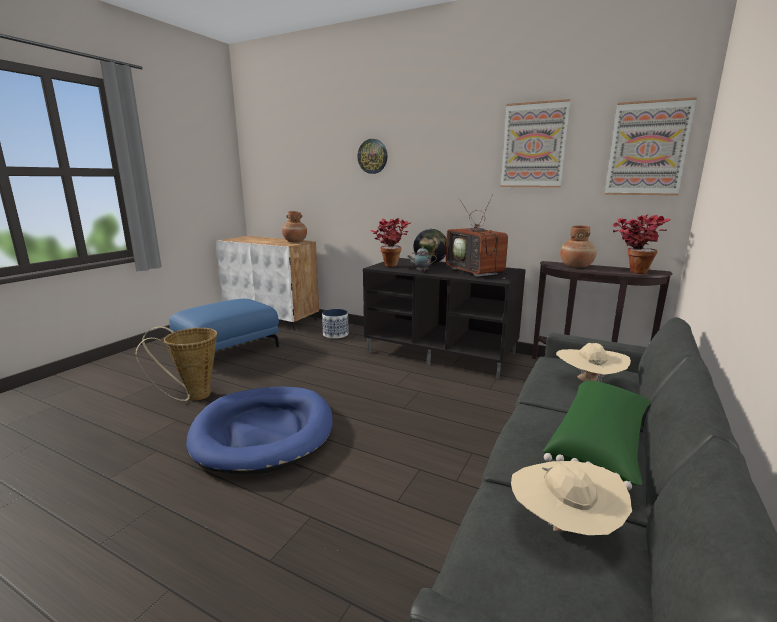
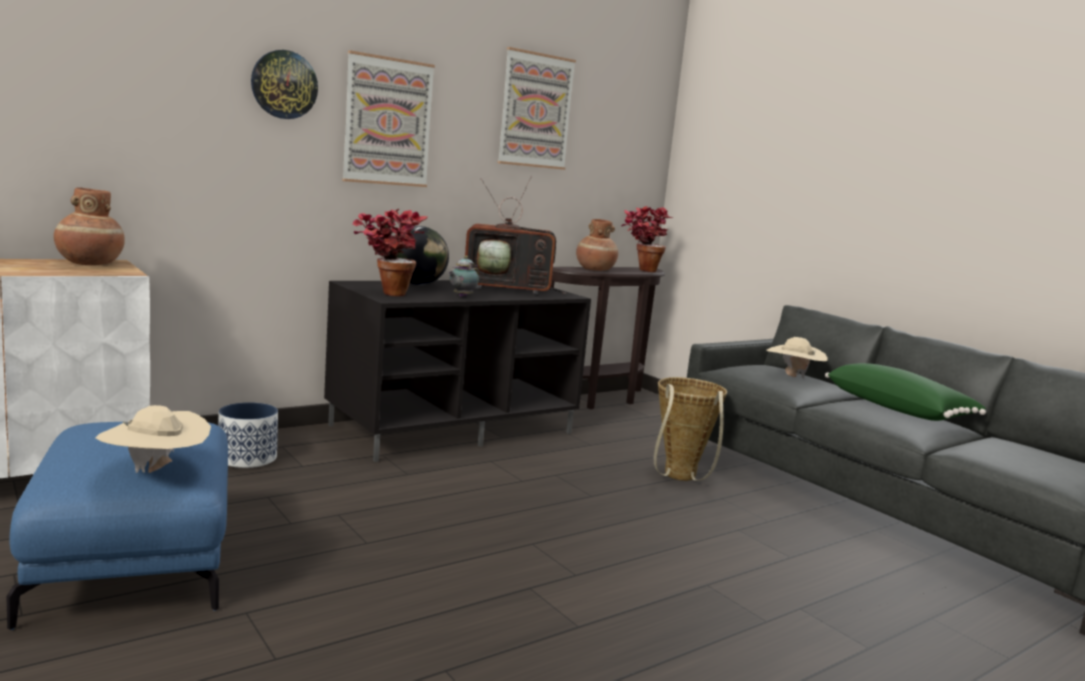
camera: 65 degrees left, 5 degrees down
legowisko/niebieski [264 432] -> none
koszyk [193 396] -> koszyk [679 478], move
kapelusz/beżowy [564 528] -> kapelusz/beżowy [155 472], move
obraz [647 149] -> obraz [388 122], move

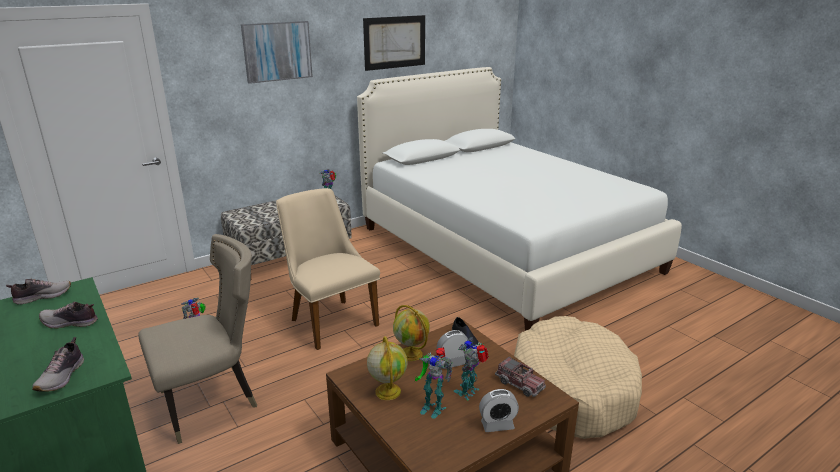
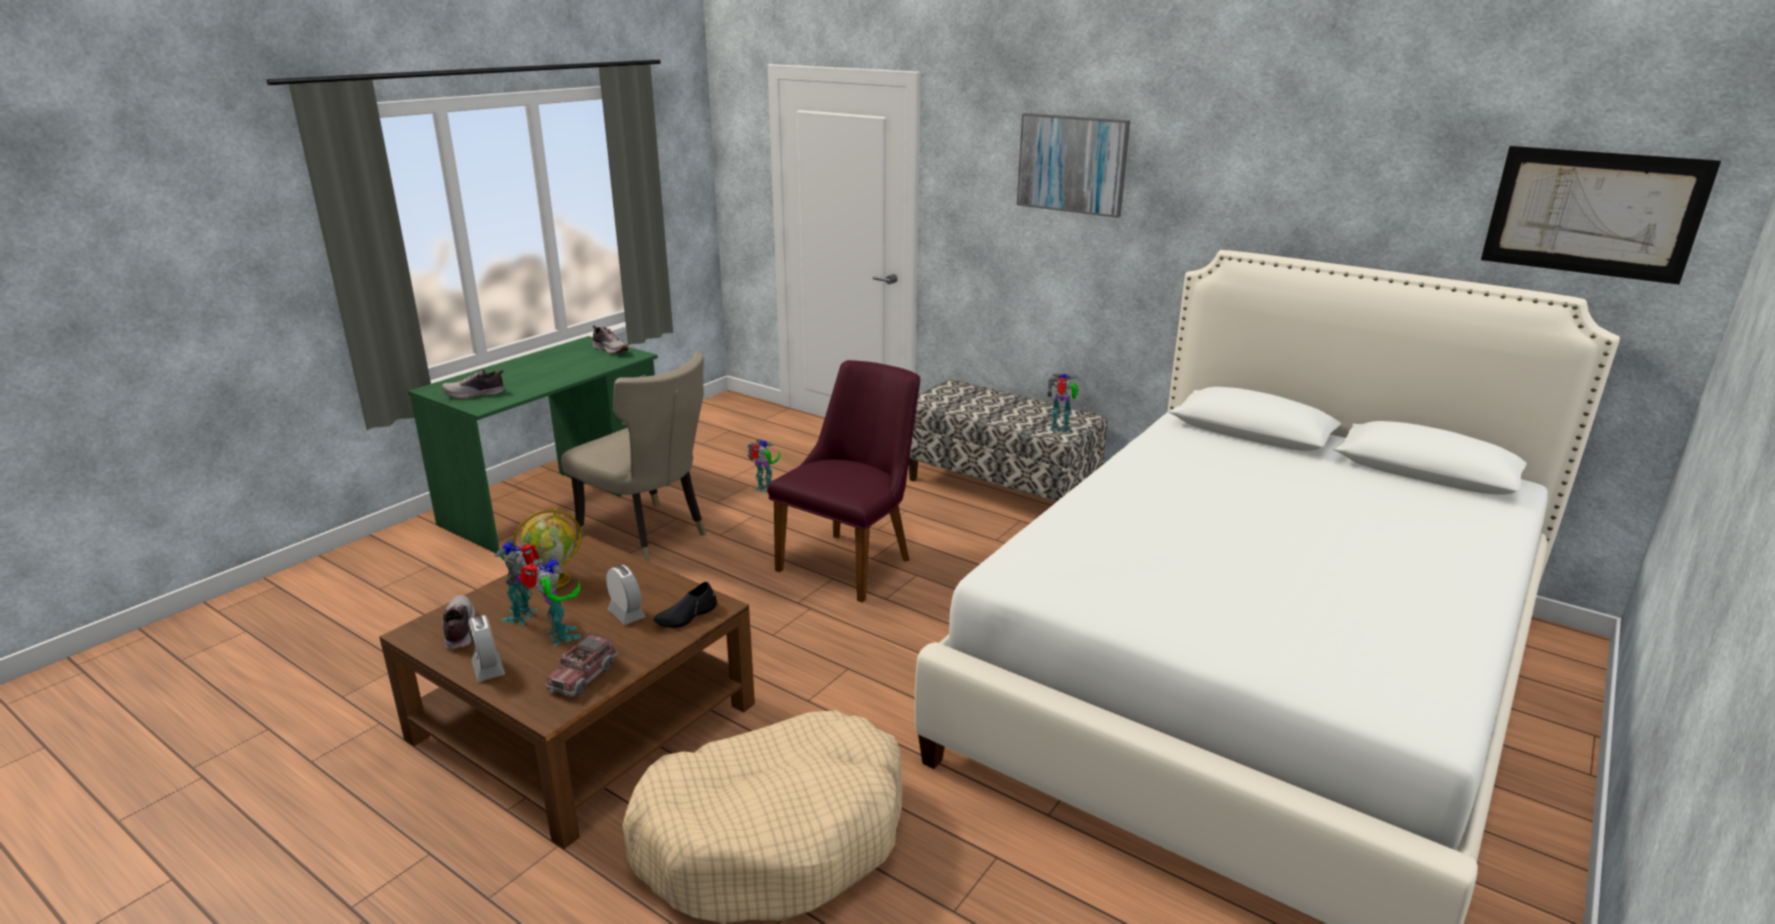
camera: 70 degrees right, 0 degrees up
globus [411 354] -> none
but [70 323] -> but [458 630], move
obraz [395 42] -> obraz [1592 213], move
krzesło/beżowy [329 319] -> krzesło/fioletowy [853 560]
robot zabawkowy [469 391] -> robot zabawkowy [559 637], 45 degrees clockwise

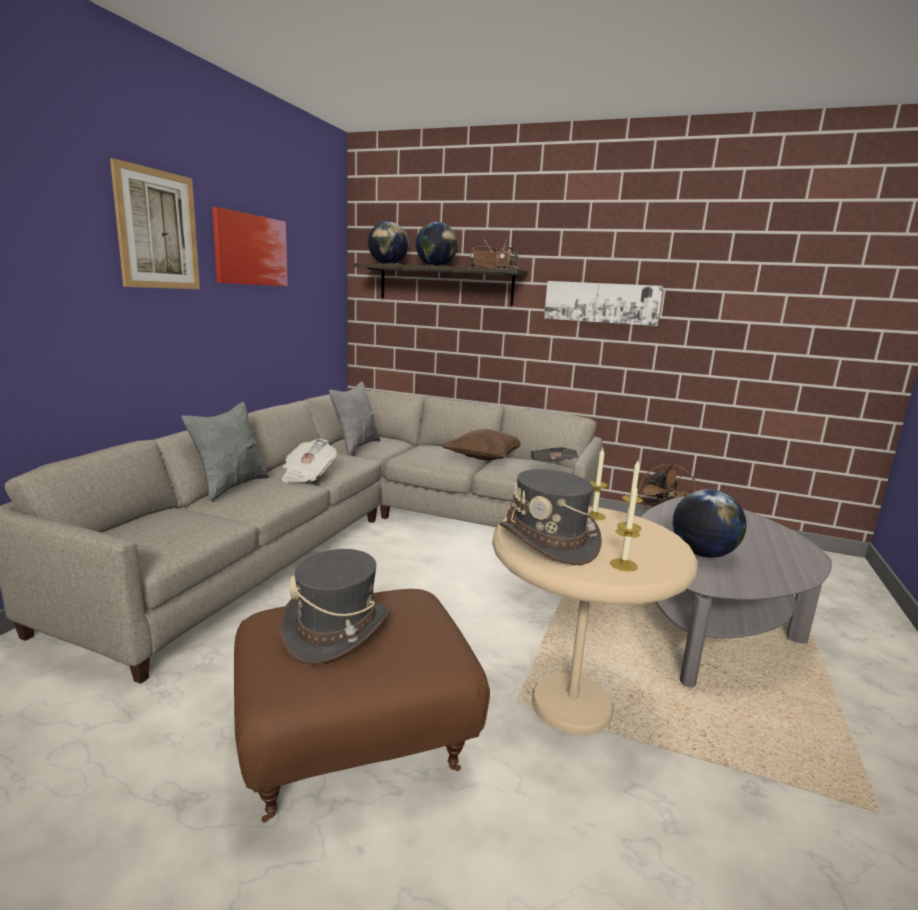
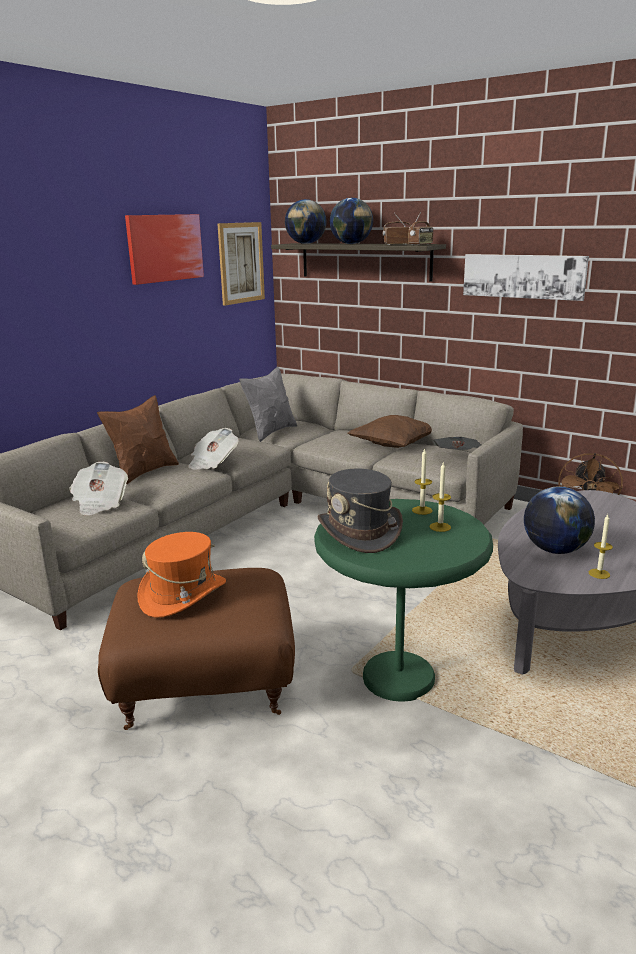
camera: 15 degrees right, 5 degrees up
none -> gazeta [99 503]
obraz [157 230] -> obraz [241 263], move
świeca [623 565] -> świeca [599 574], move
poduszka/szary [230 487] -> poduszka/brązowy [144 472]
kapelusz/szary [337 629] -> kapelusz/pomarańczowy [183 595]
stolik/beżowy [571 705] -> stolik/zielony [398 678]

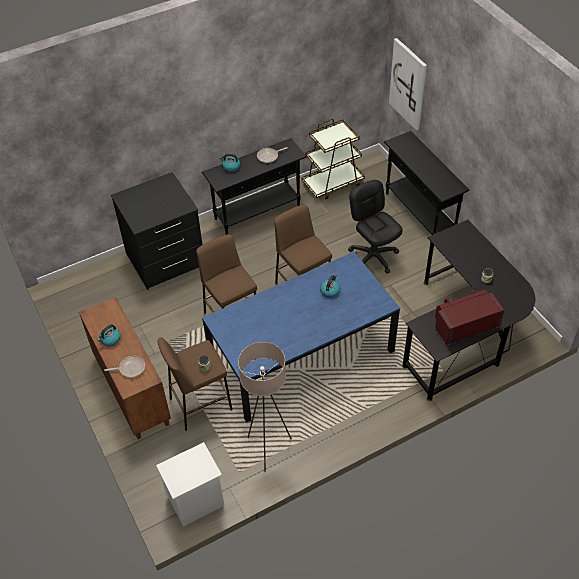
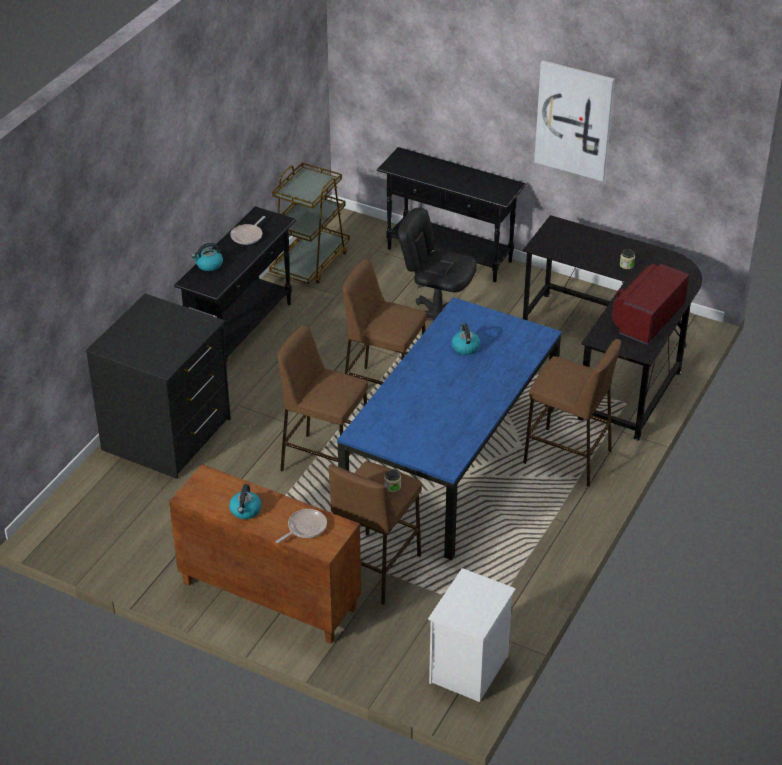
camera: 35 degrees left, 10 degrees down
lampa stojąca/beżowy [268 449] -> none
none -> stołek/brązowy [568 457]
obraz [408 84] -> obraz [574 120], move

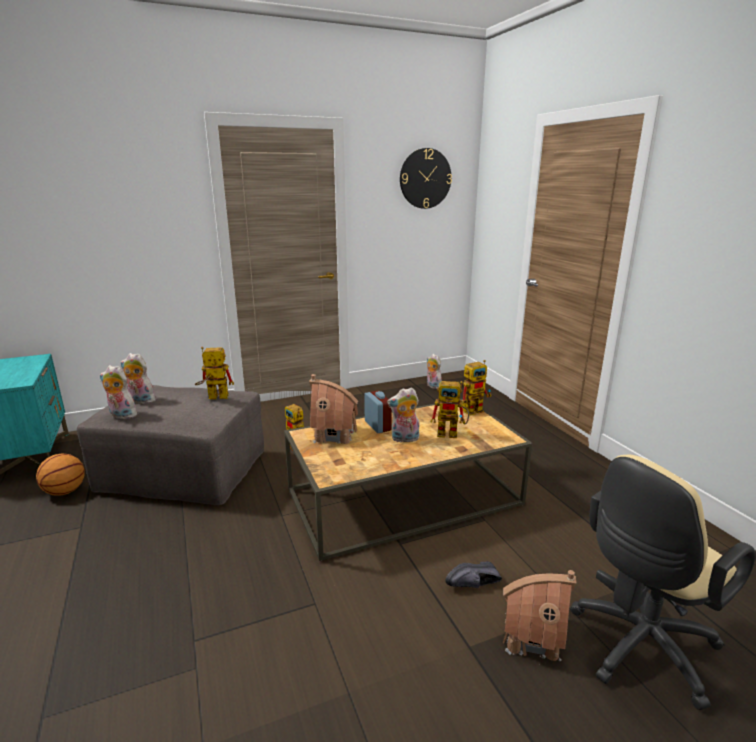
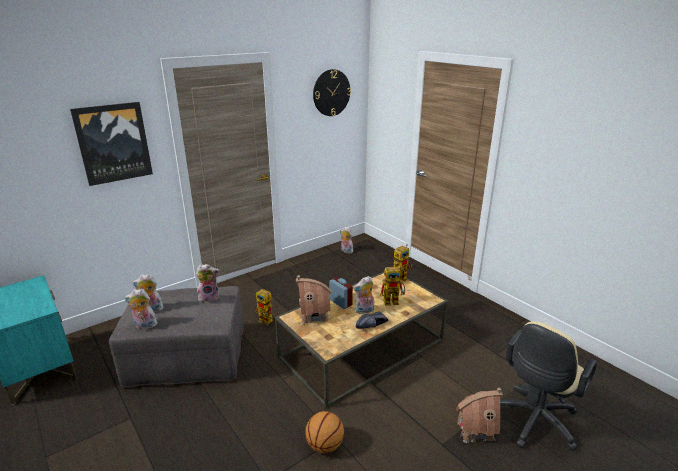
camera: 15 degrees left, 5 degrees up
none -> obraz [113 143]
piłka do koszykówki [65 491] -> piłka do koszykówki [324 445], move
but/czarny [474 586] -> but/czarny [372 327], move
robot zabawkowy [213 397] -> pluszak [209 297]

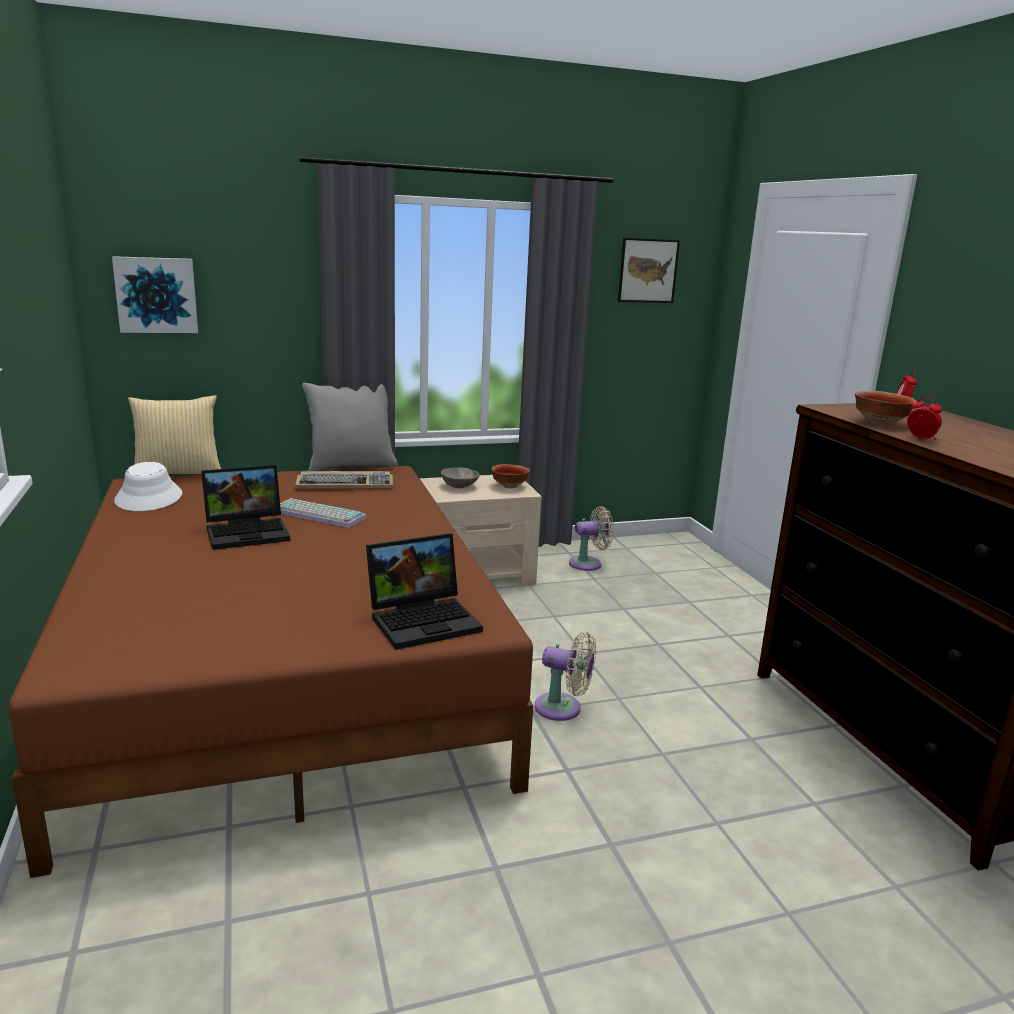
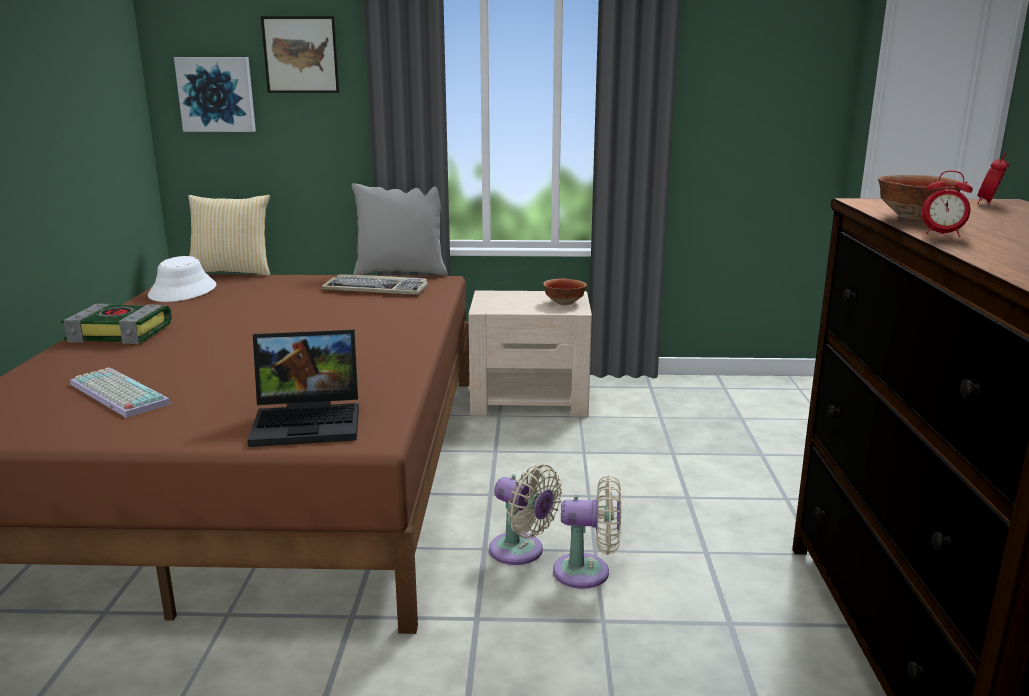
camera: 20 degrees right, 0 degrees up
laptop [249 532] -> none
miska/szary [459 486] -> none
none -> książka [122 333]
klawiatura [316 515] -> klawiatura [116 394], move
wentylator/beżowy [588 564] -> wentylator/beżowy [588 572], move
obraz [648 270] -> obraz [301 55], move
budzik [921 439] -> budzik [942 234], 135 degrees clockwise

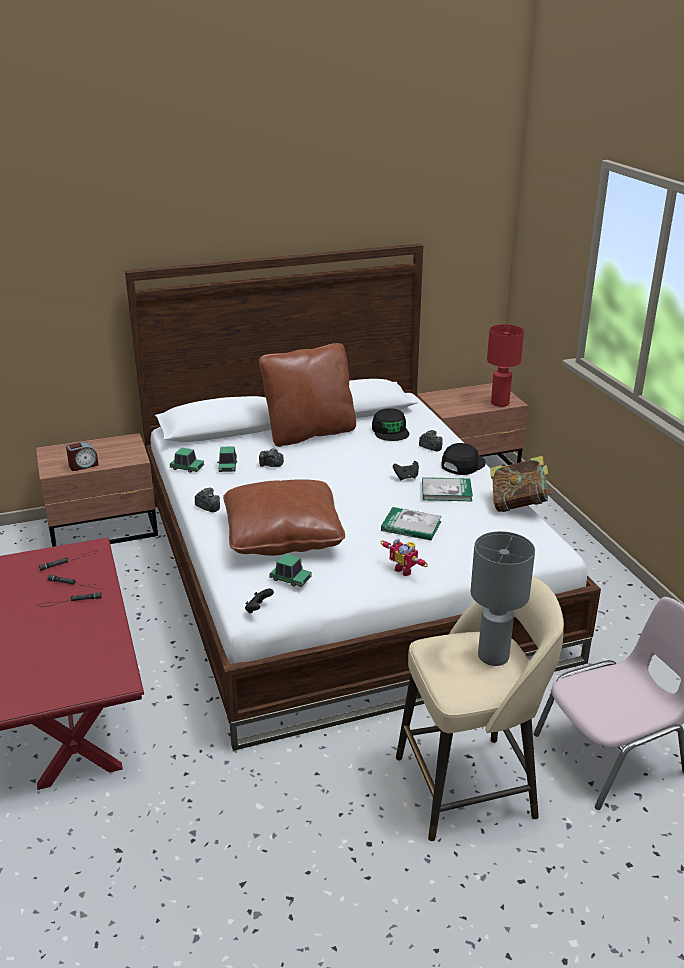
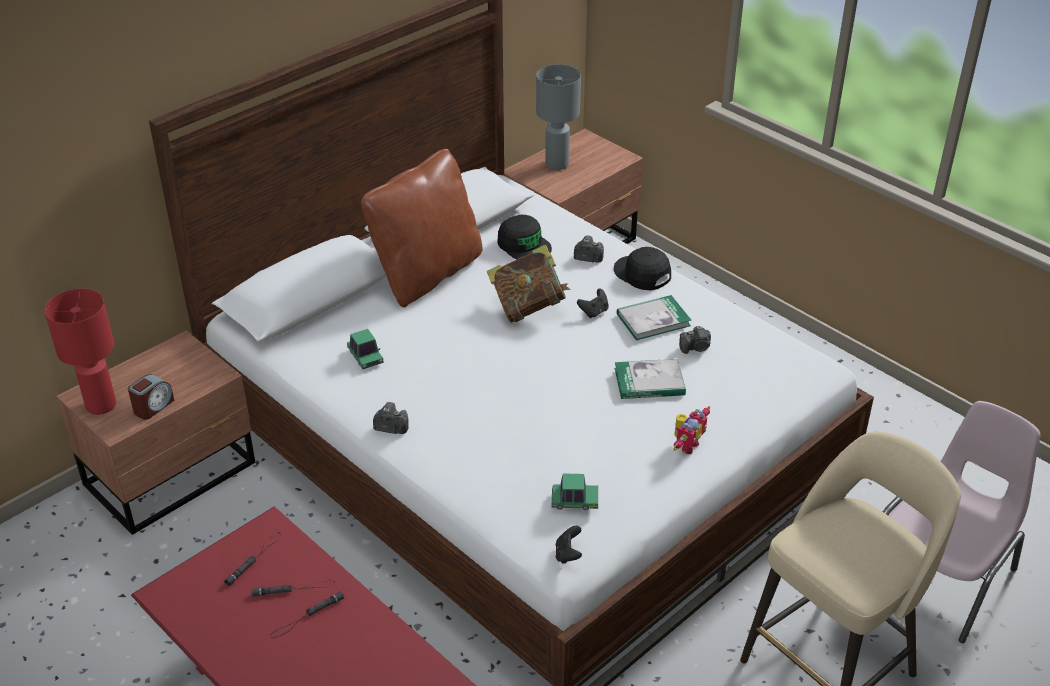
camera: 25 degrees left, 10 degrees up
samochodzik [187 468] -> none
poduszka/brązowy [283 536] -> none
aparat fotograficzny [271 465] -> aparat fotograficzny [696 348], move
lampa stołowa/szary [492 656] -> lampa stołowa/szary [556 164], move
lampa stołowa/czerwony [500 403] -> lampa stołowa/czerwony [101 405], move
książka [518 505] -> książka [528 307], move
robot zabawkowy [405 569] -> robot zabawkowy [686 445], 75 degrees counterclockwise
czapka z daszkiem/czarny [462 464] -> czapka z daszkiem/czarny [642 274], 60 degrees counterclockwise

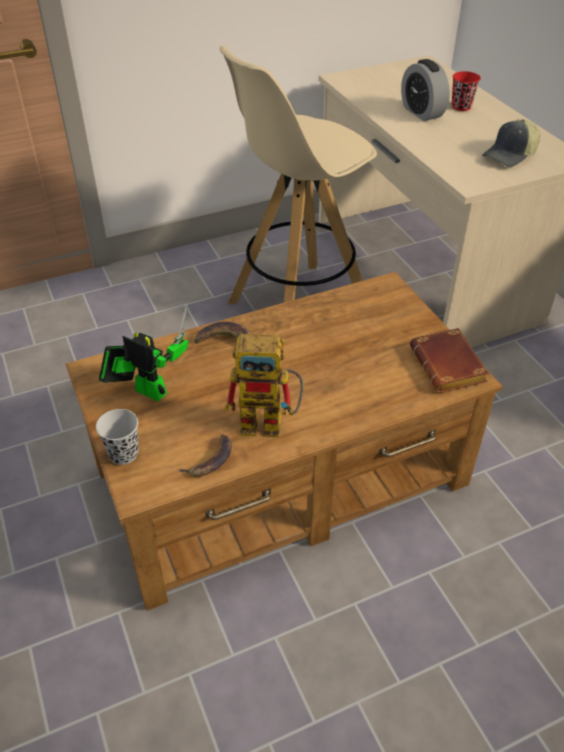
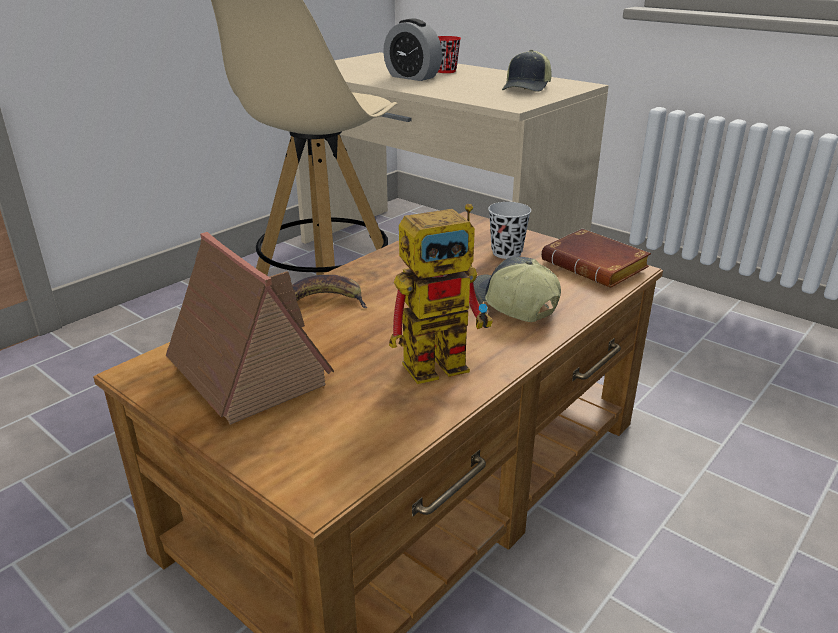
camera: 25 degrees left, 15 degrees down
banan [210 459] -> none
none -> czapka z daszkiem [510 305]
filiżanka/czarny [123 454] -> filiżanka/czarny [506 253], move
robot zabawkowy [146 390] -> domek [245 372]

